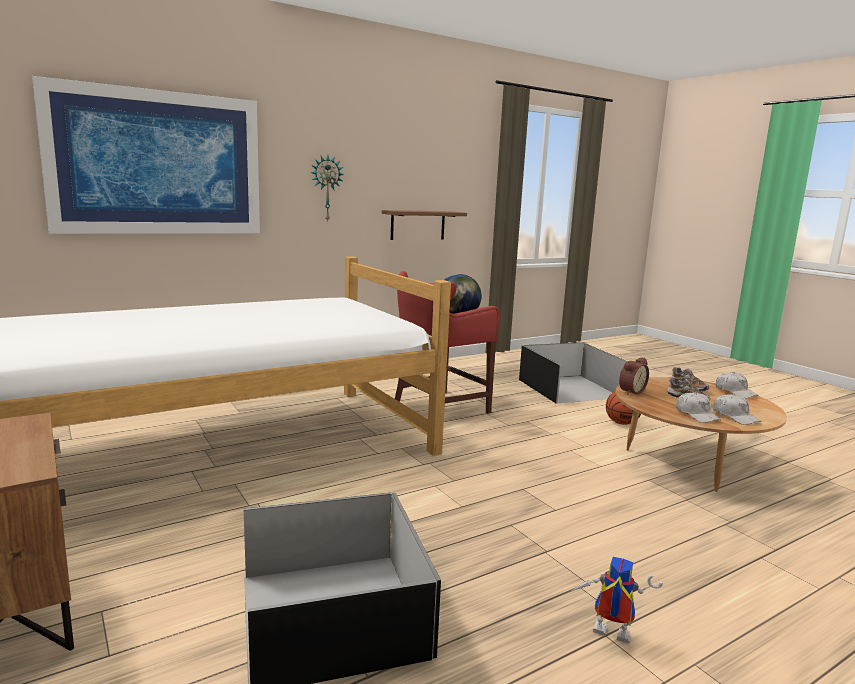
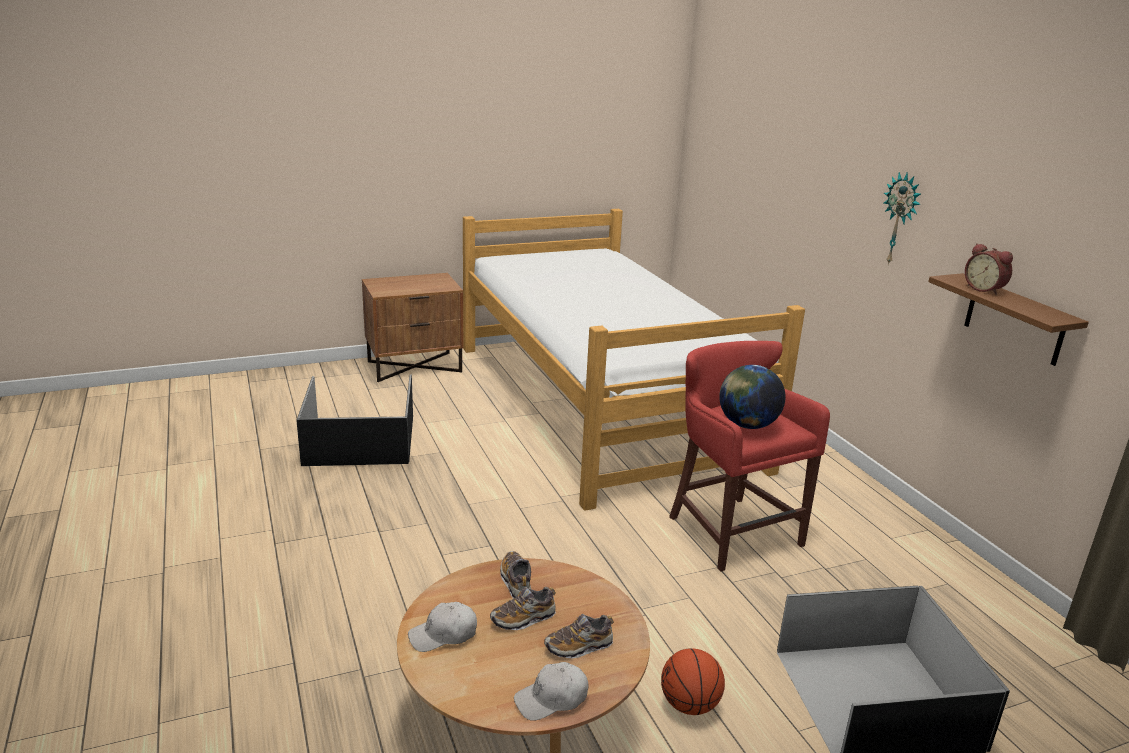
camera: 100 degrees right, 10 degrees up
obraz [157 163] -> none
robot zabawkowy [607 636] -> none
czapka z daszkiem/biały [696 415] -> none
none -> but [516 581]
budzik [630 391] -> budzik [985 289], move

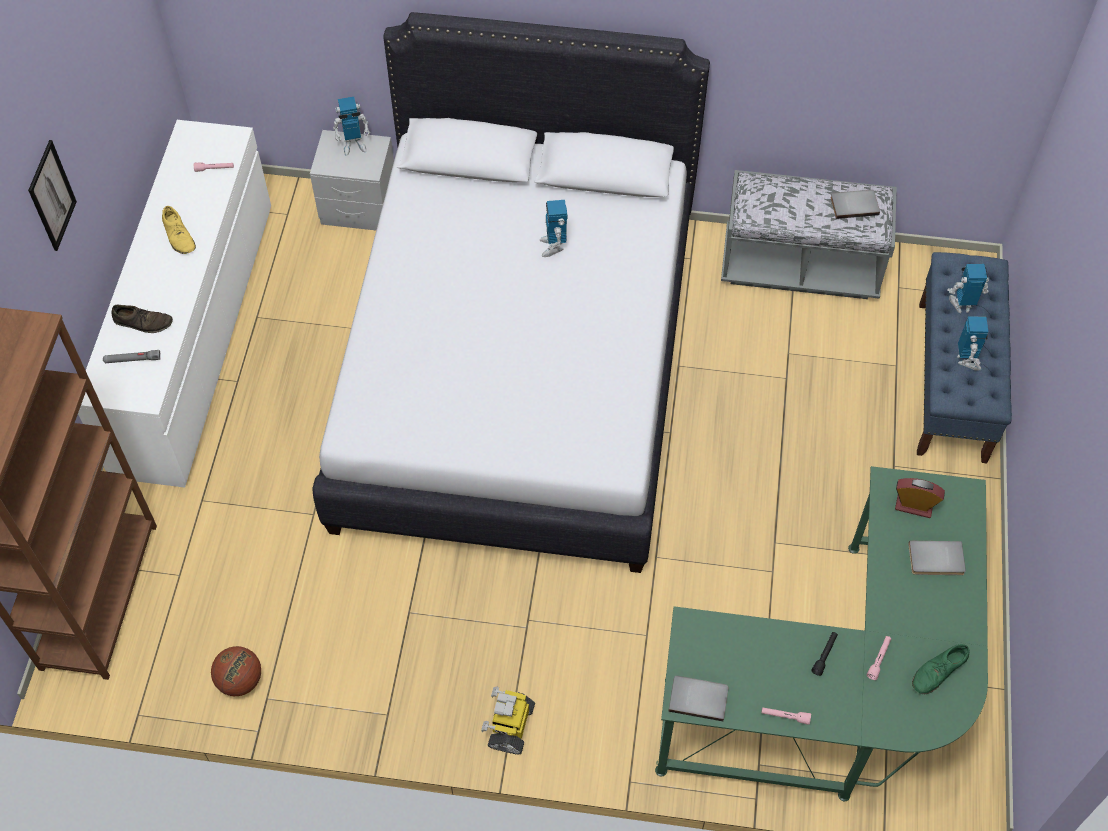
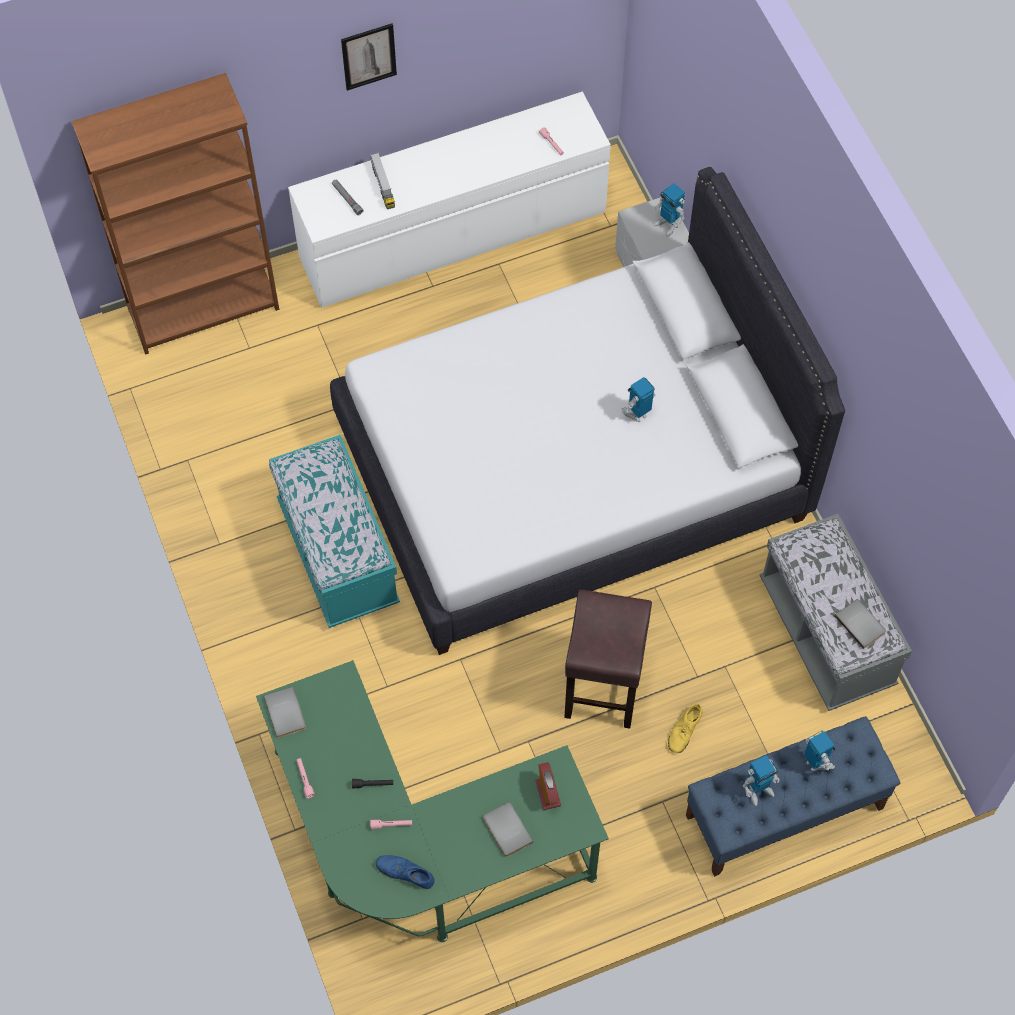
camera: 60 degrees right, 5 degrees up
piłka do koszykówki [240 680] -> none
robot zabawkowy [510 726] -> none
none -> ławka/turkusowy [338 554]
none -> stołek/brązowy [603 688]
but/żółty [179 236] -> but/żółty [684 730], move
but/brązowy [143 322] -> ciężarówka zabawkowa [383 185]
but/zielony [938 671] -> but/niebieski [405 873]

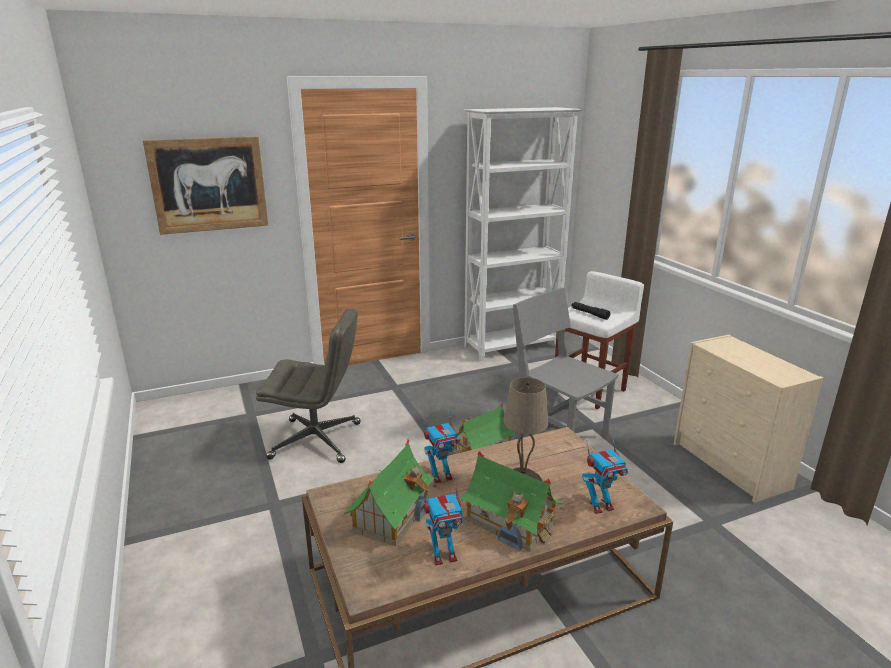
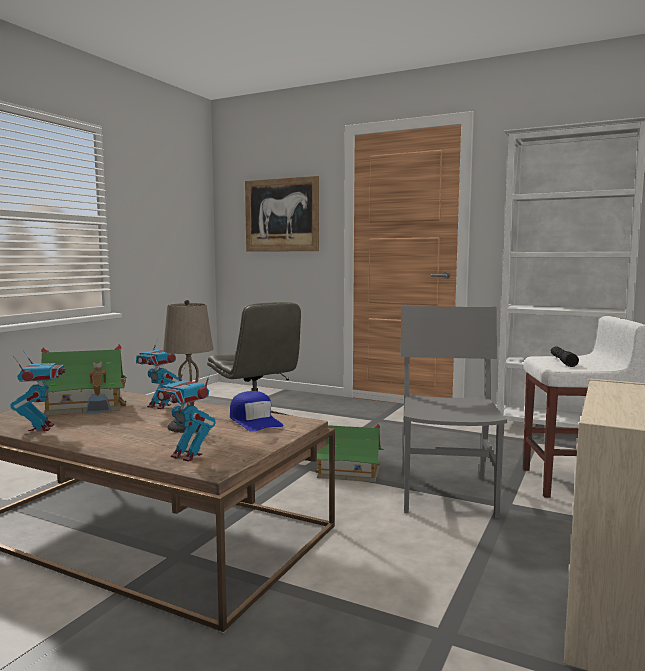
camera: 50 degrees right, 15 degrees down
domek [510 521] -> none
none -> czapka z daszkiem/niebieski [254 421]
robot zabawkowy [444 556] -> robot zabawkowy [41 428], 135 degrees counterclockwise

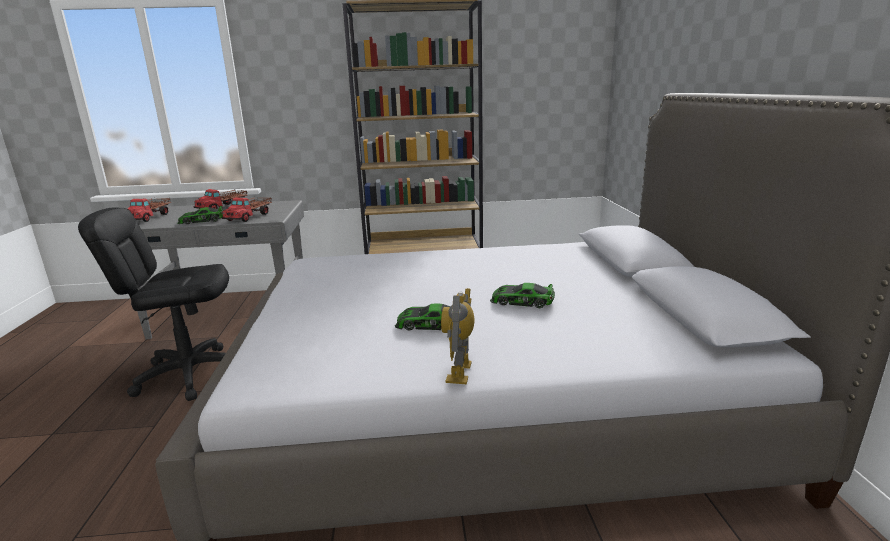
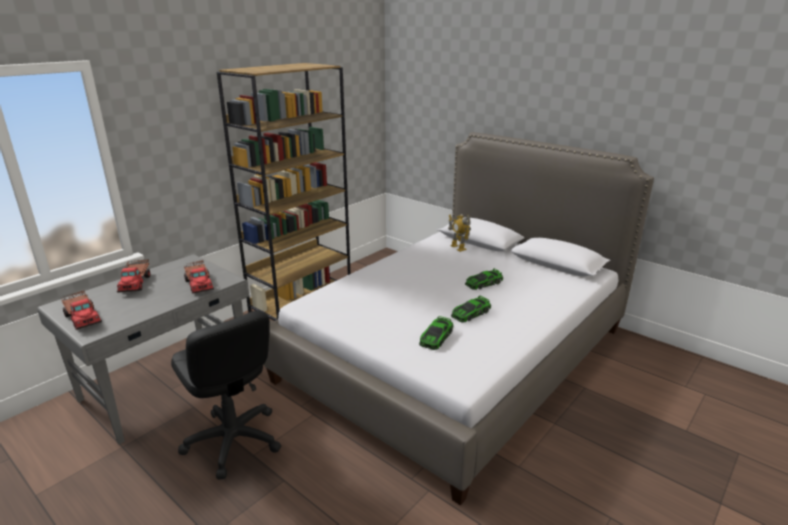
camera: 45 degrees left, 5 degrees up
samochodzik [202 220] -> samochodzik [436 337], move
robot zabawkowy [460 372] -> robot zabawkowy [458 247], move
krzesło biurowe/czarny [190 374] -> krzesło biurowe/czarny [233 441], 75 degrees counterclockwise

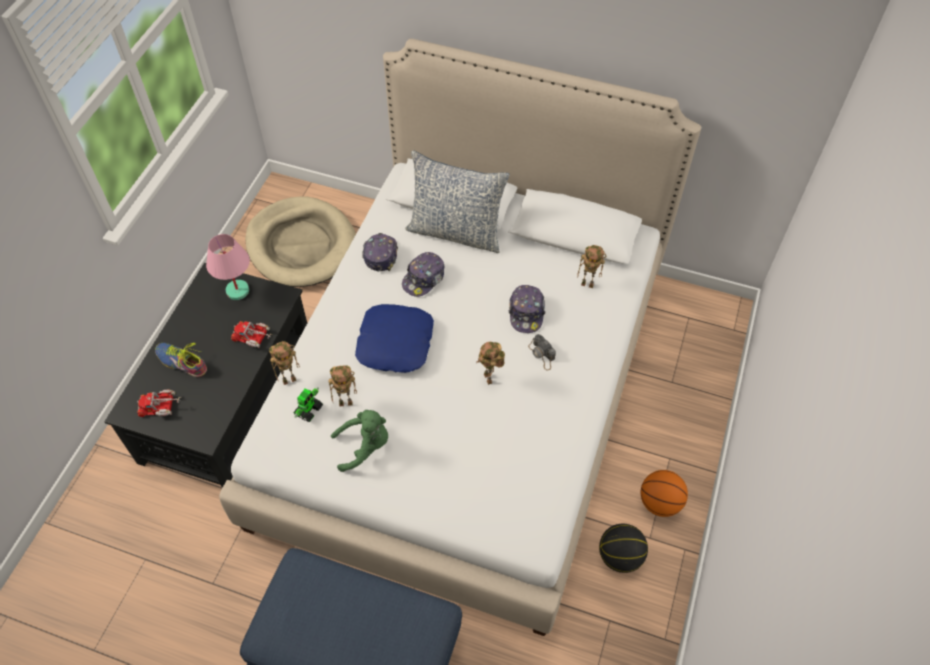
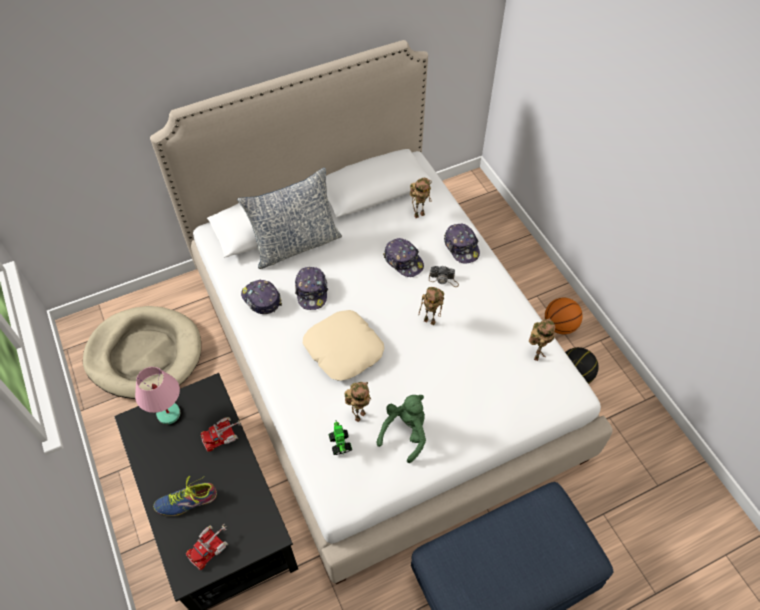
camera: 45 degrees left, 0 degrees up
none -> czapka z daszkiem [461 247]
robot zabawkowy [290 379] -> robot zabawkowy [536 354], move
poduszka/niebieski [394 343] -> poduszka/beżowy [343 349]

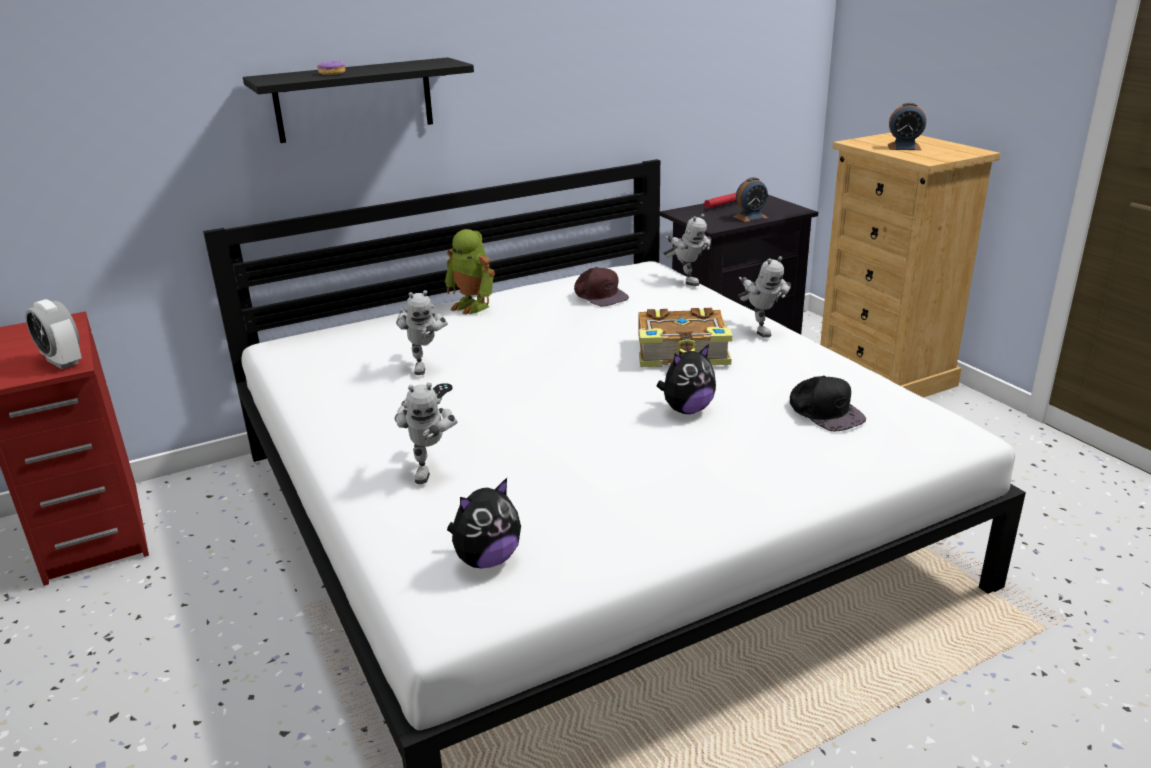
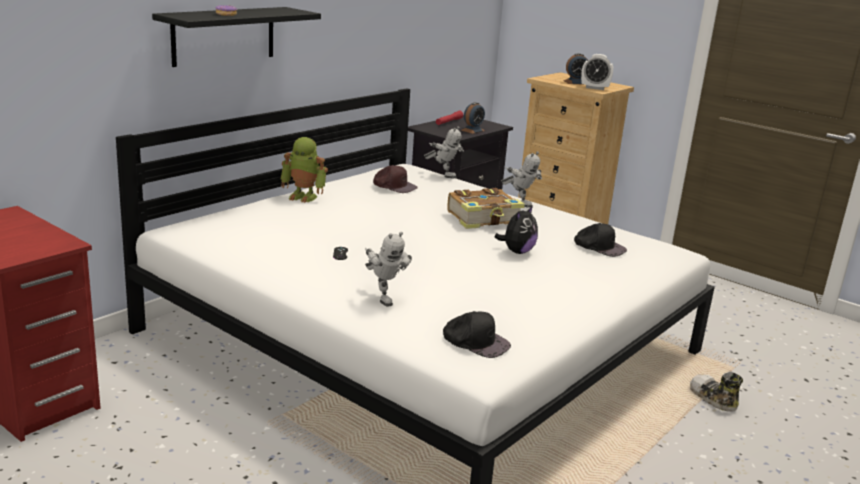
camera: 25 degrees left, 5 degrees down
robot zabawkowy [424 365] -> none
none -> but [712 398]
budzik [62 361] -> budzik [595 88], move
pluszak [487 560] -> czapka z daszkiem/czarny [475 342]

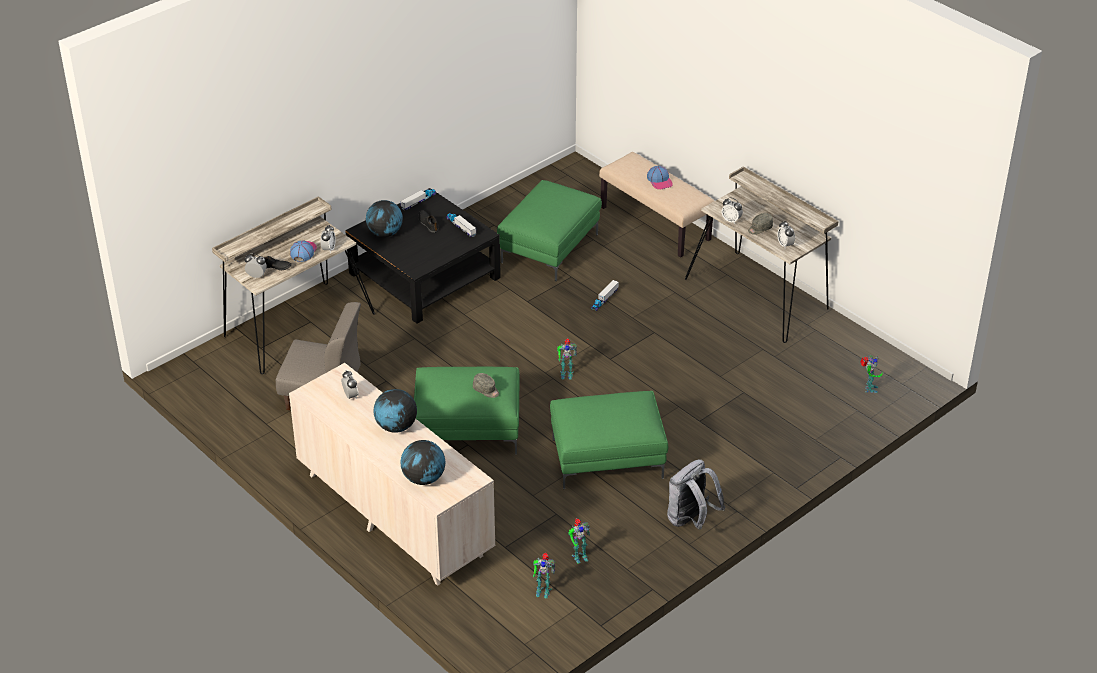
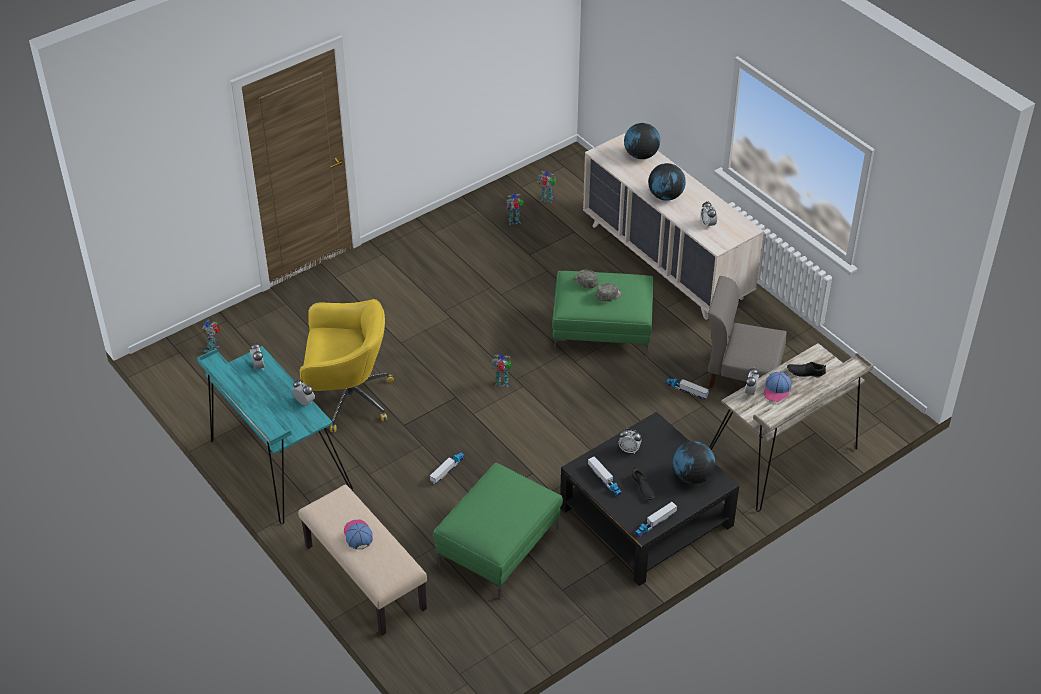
camera: 175 degrees left, 5 degrees up
pufa/zielony [606 460] -> none
plecak/szary [691 520] -> none
none -> krzesło biurowe/żółty [347 398]
none -> ciężarówka zabawkowa [686 390]
budzik [256 276] -> budzik [629 449], move
czapka z daszkiem/szary [760 228] -> czapka z daszkiem/szary [609 296], move
biurko/beżowy [760 294] -> biurko/turkusowy [276 465]

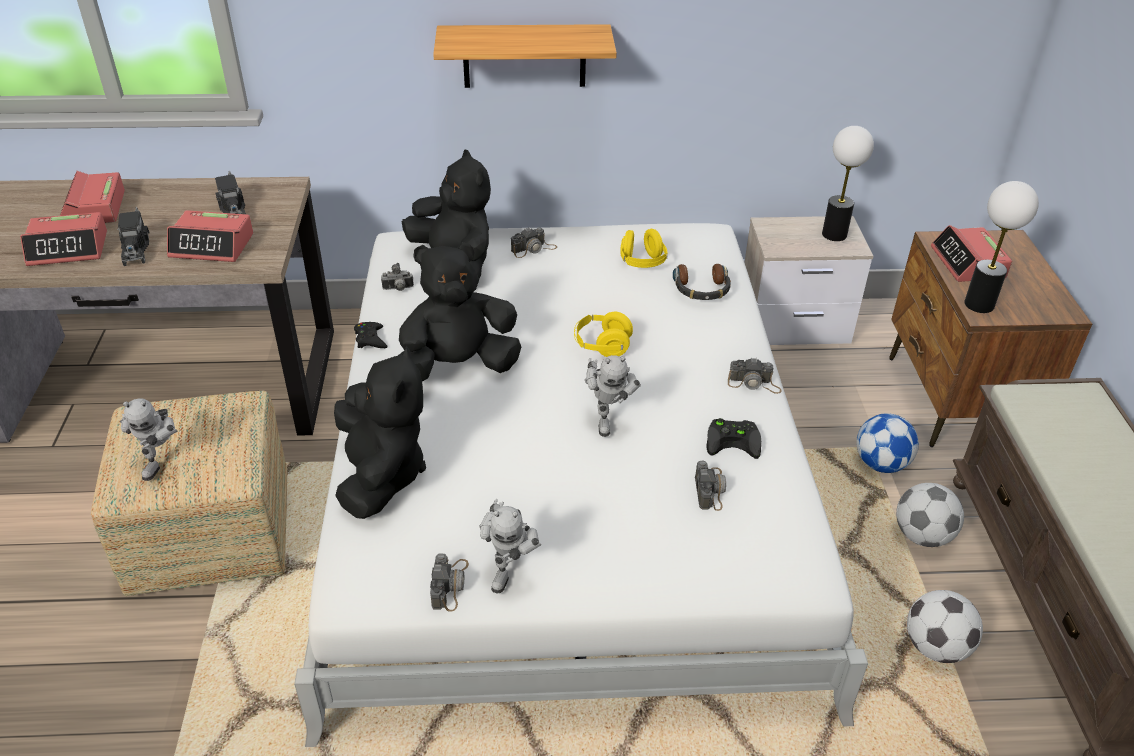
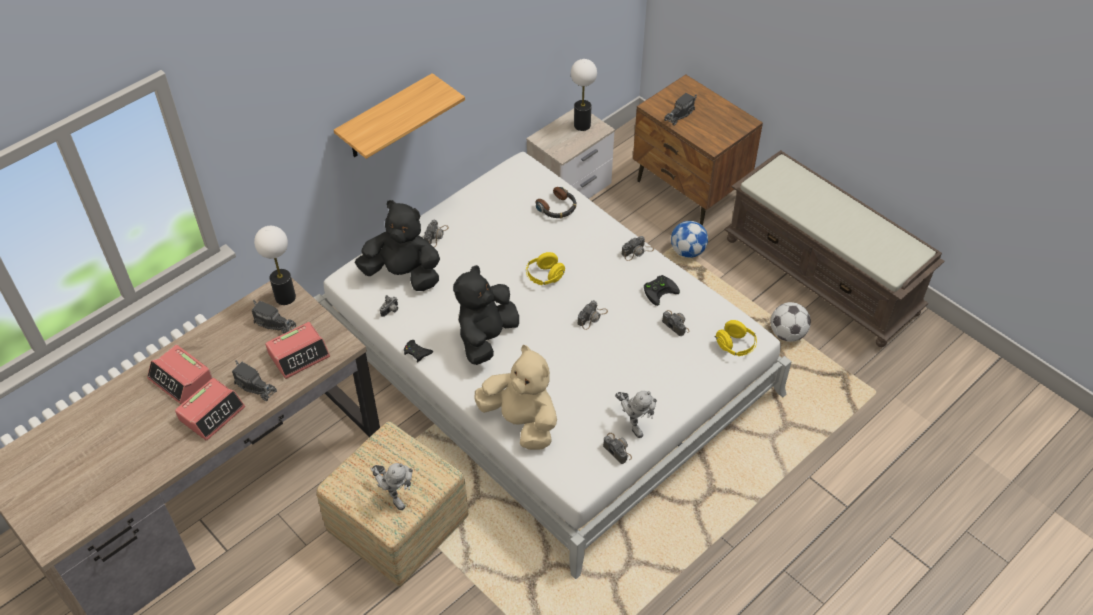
camera: 40 degrees left, 10 degrees up
piłka futbolowa [922 536] -> none
słuchawki/żółty [642 263] -> słuchawki/żółty [735 346], move
lampa stołowa [979 305] -> lampa stołowa [285 297], move
robot zabawkowy [607 418] -> aparat fotograficzny [592 317]
budzik [968 263] -> ciężarówka zabawkowa [680 114]
pluszak/czarny [381 475] -> pluszak/beżowy [521 421]

